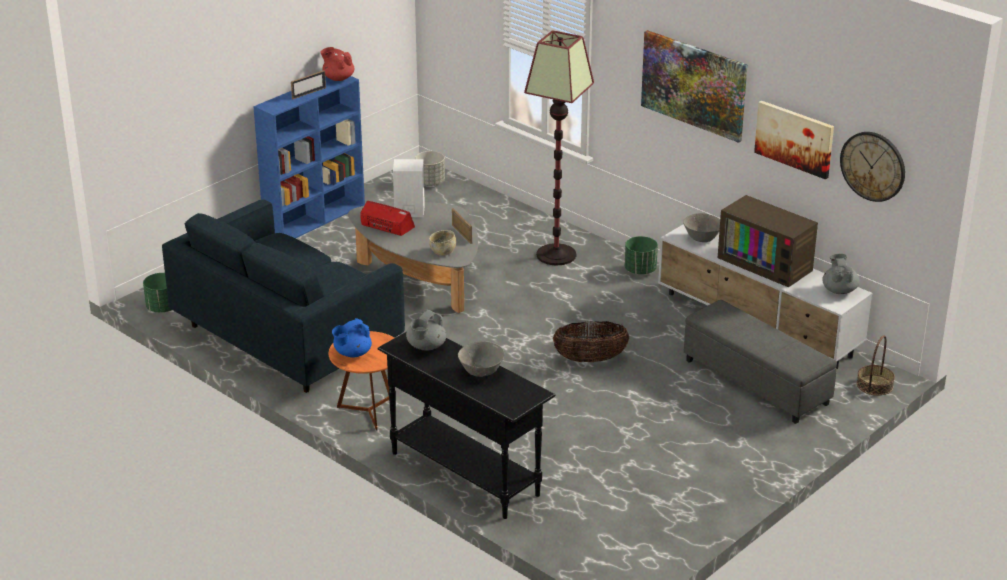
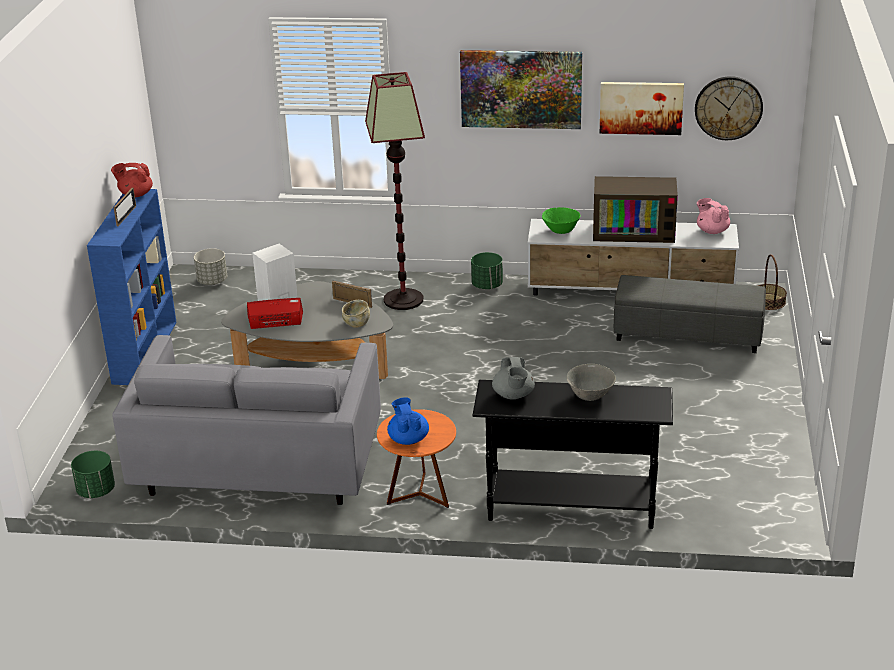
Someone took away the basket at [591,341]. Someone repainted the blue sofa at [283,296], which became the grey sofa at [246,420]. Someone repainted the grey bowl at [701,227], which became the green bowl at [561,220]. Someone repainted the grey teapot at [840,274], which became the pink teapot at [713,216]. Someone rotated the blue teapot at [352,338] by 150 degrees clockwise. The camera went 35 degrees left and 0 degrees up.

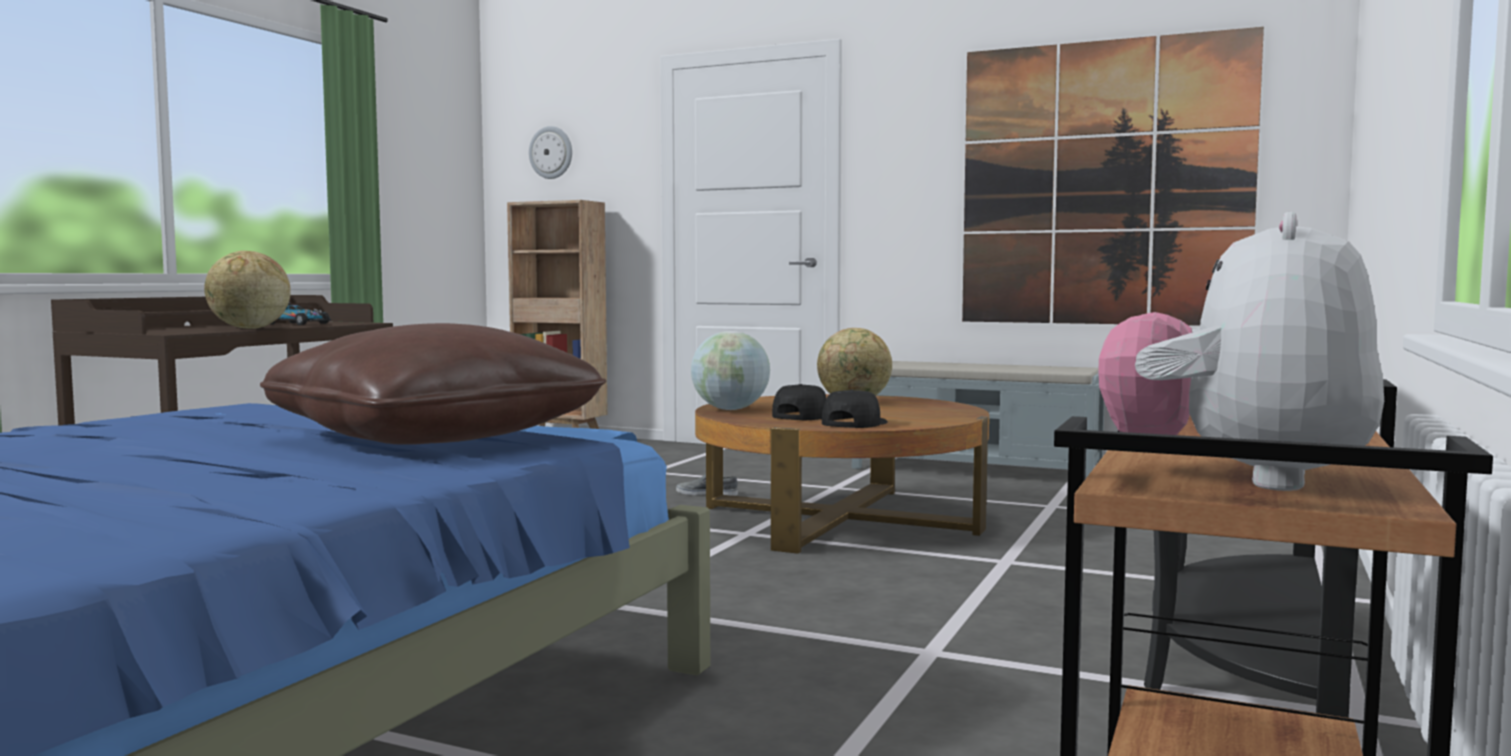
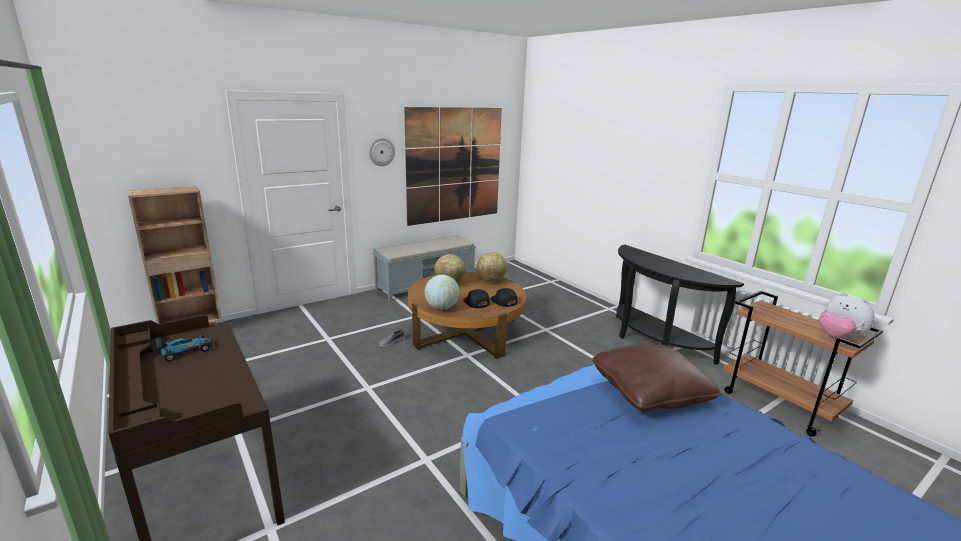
Someone carried the globe from [247,290] to [492,267]. Someone carried the wall clock from [550,152] to [382,152]. The camera went 60 degrees left and 15 degrees up.

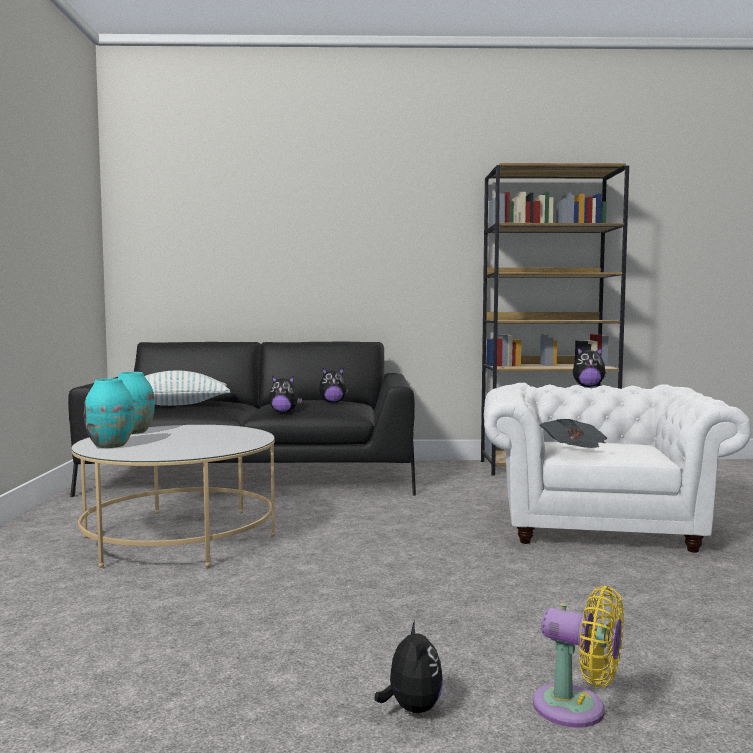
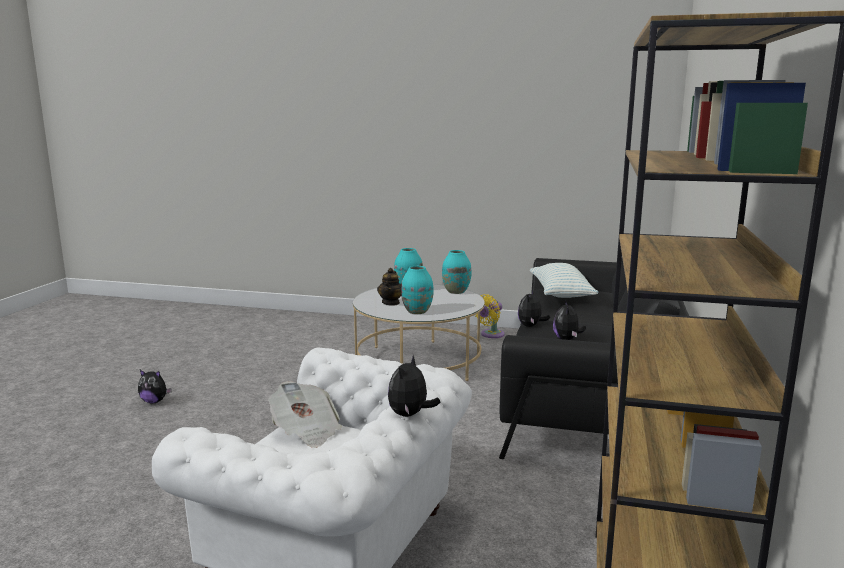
Someone put down the teapot at [389,286]. Someone put down the turquoise vase at [417,290]. Someone carried the yellow fan from [578,657] to [490,316]. The camera went 105 degrees right and 10 degrees up.

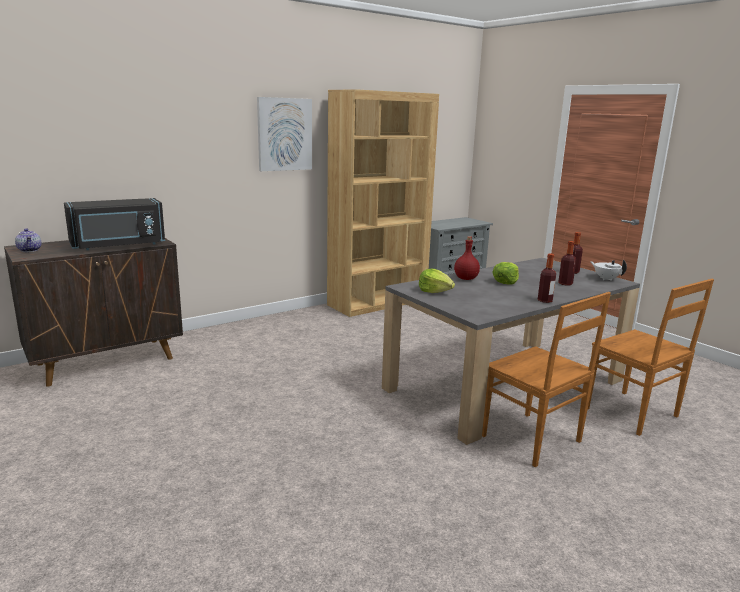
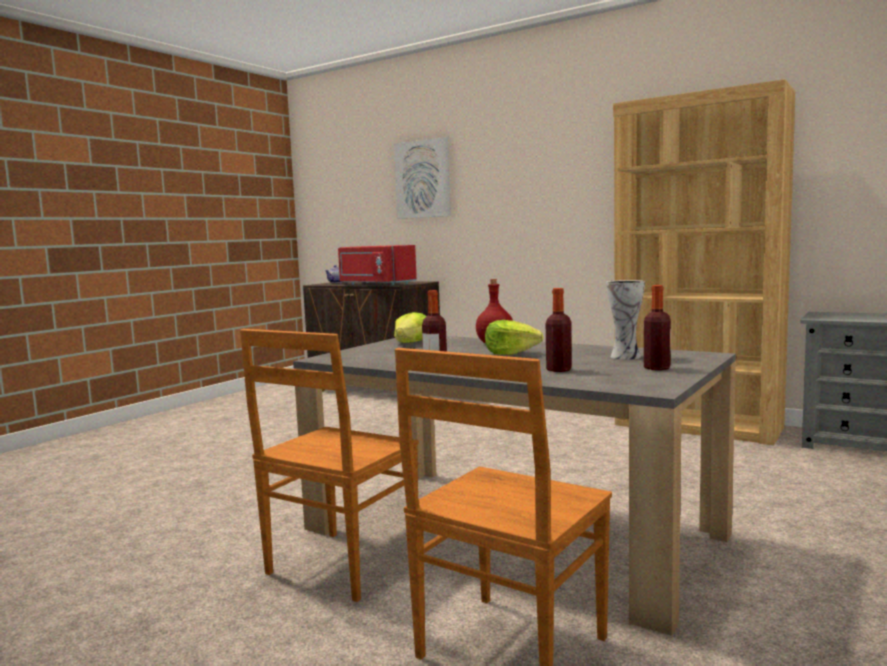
Someone took away the white teapot at [608,270]. Someone put down the vase at [625,320]. Someone carried the picture from [284,134] to [422,178]. Someone repainted the black microwave at [114,224], which became the red microwave at [377,265]. The camera went 70 degrees right and 10 degrees down.

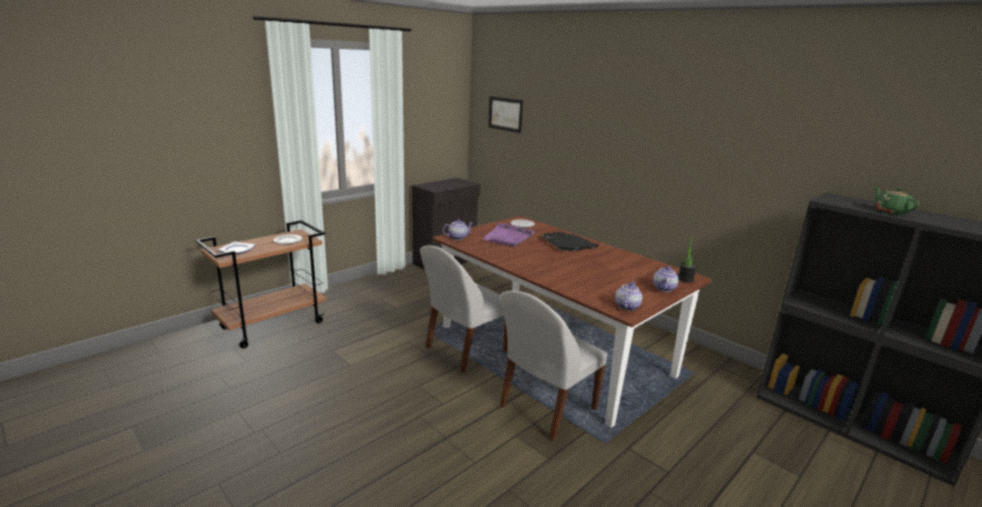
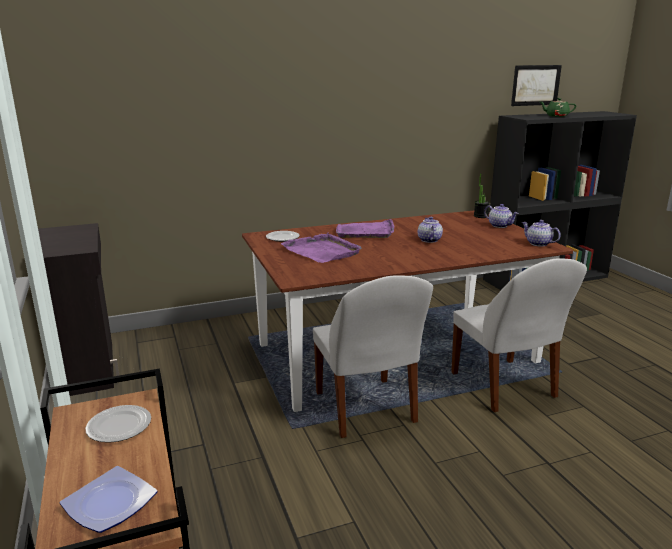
Someone carried the teapot from [458,229] to [430,230]. Someone carried the picture from [505,114] to [536,85]. Someone repainted the black tray at [571,241], which became the purple tray at [365,228]. The camera went 65 degrees left and 0 degrees up.

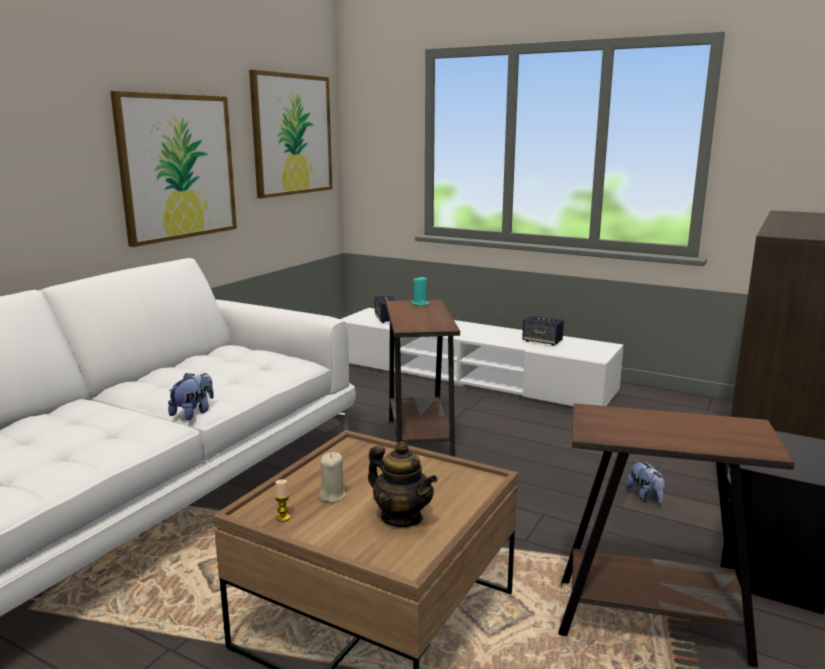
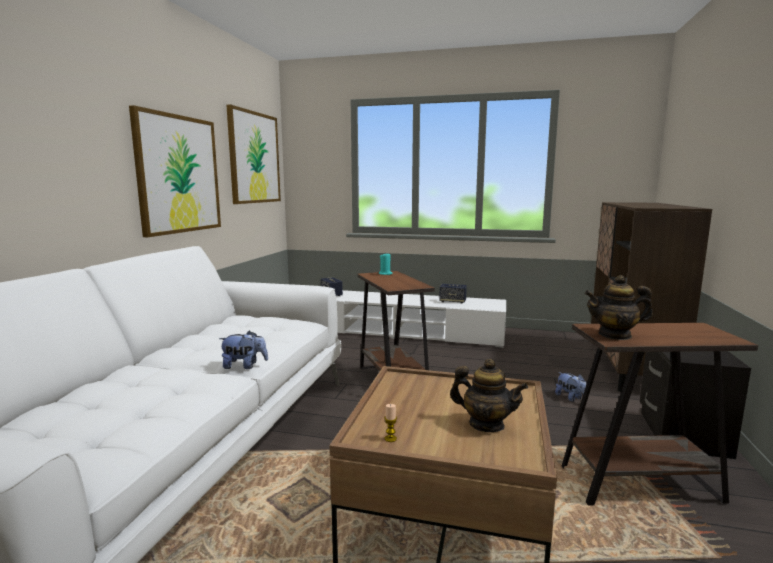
Someone took away the beige candle at [332,477]. Someone put down the teapot at [618,307]. Someone rotated the plush toy at [191,396] by 75 degrees clockwise. The camera went 15 degrees left and 5 degrees down.

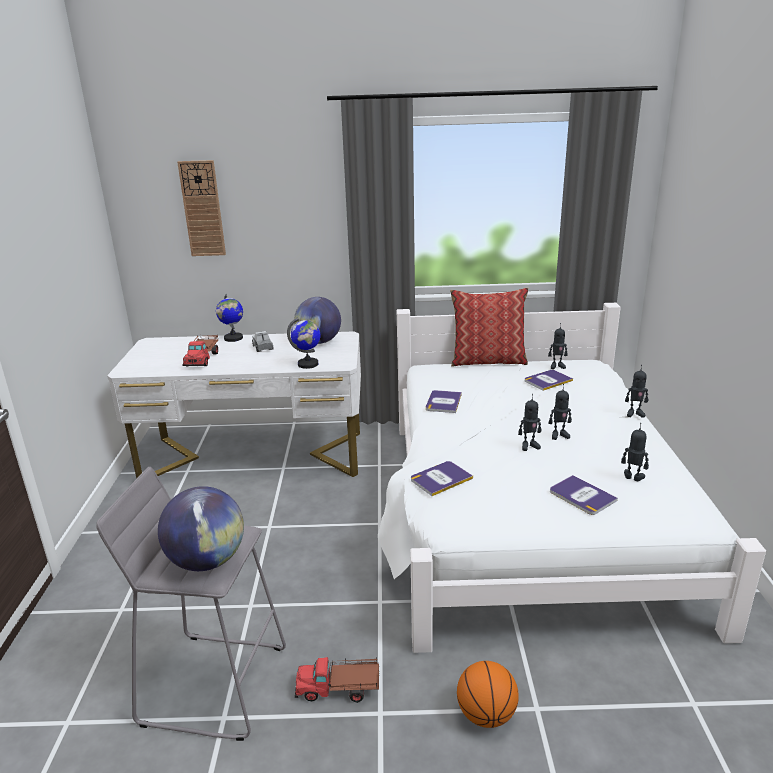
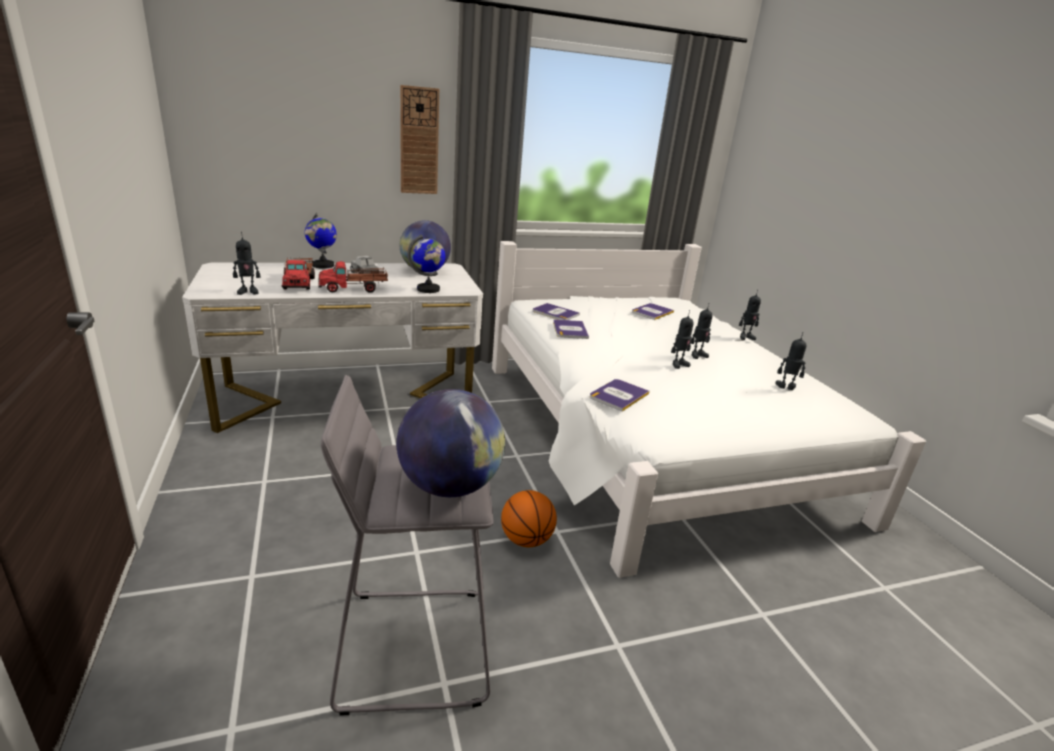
Someone took away the pillow at [489,326]. Someone carried the wall clock from [201,208] to [419,139]. Someone carried the toy truck from [337,680] to [353,277]. Someone carried the basketball from [488,694] to [529,518]. Someone carried the toy robot from [558,346] to [247,263]. Someone carried the book from [584,495] to [556,311]. The camera went 20 degrees left and 0 degrees up.

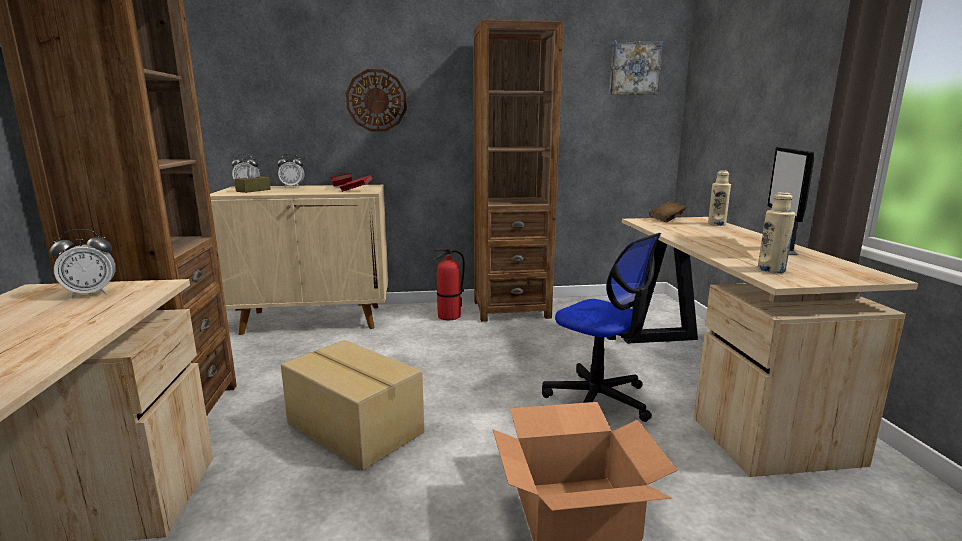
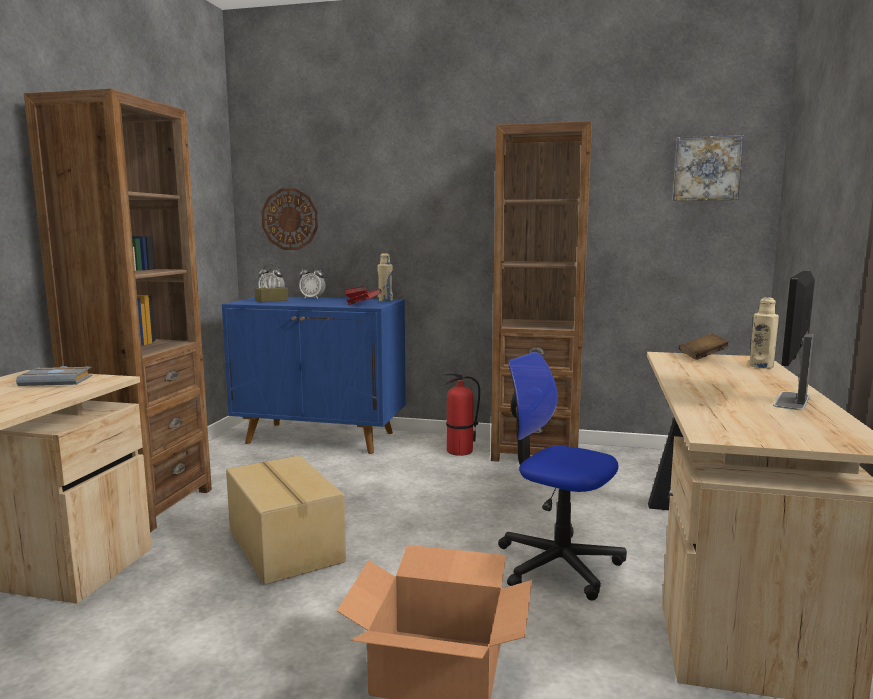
Someone carried the wall clock from [376,100] to [289,219]. Someone carried the beige bottle from [776,232] to [385,277]. Someone swapped the alarm clock at [83,263] for the grey book at [54,376]. Someone repainted the beige cabinet at [299,260], which became the blue cabinet at [314,375]. Someone rotated the office chair at [601,327] by 150 degrees clockwise. The camera went 20 degrees right and 5 degrees down.

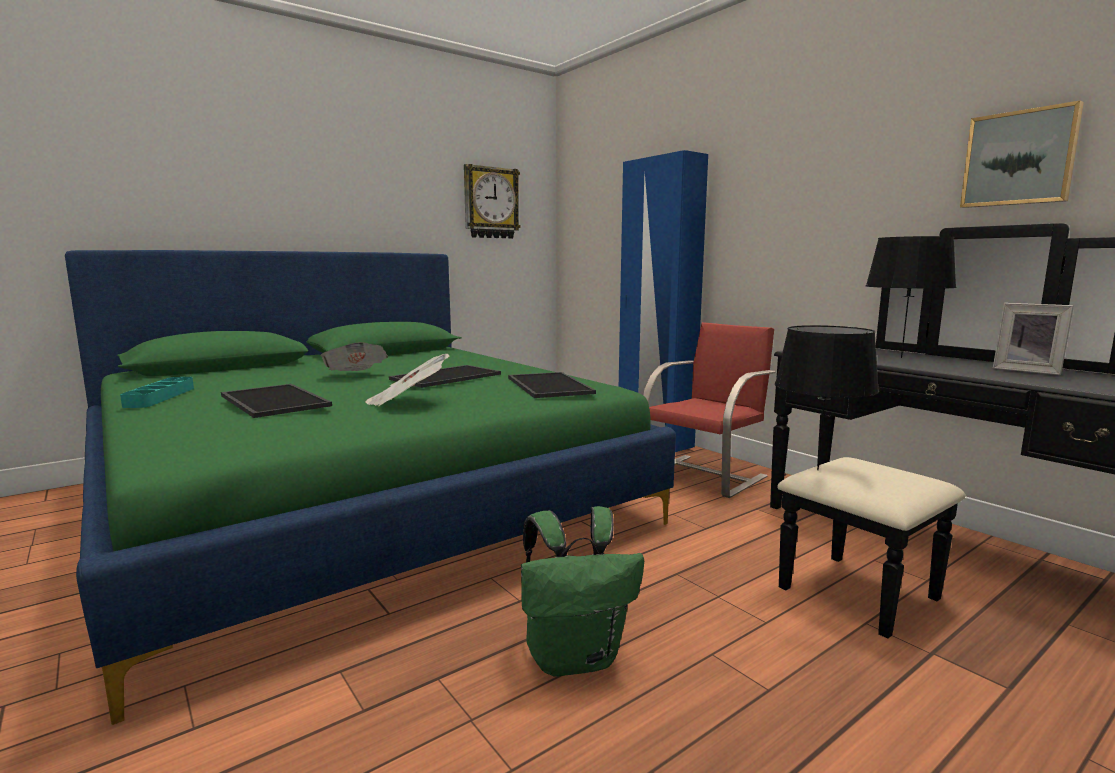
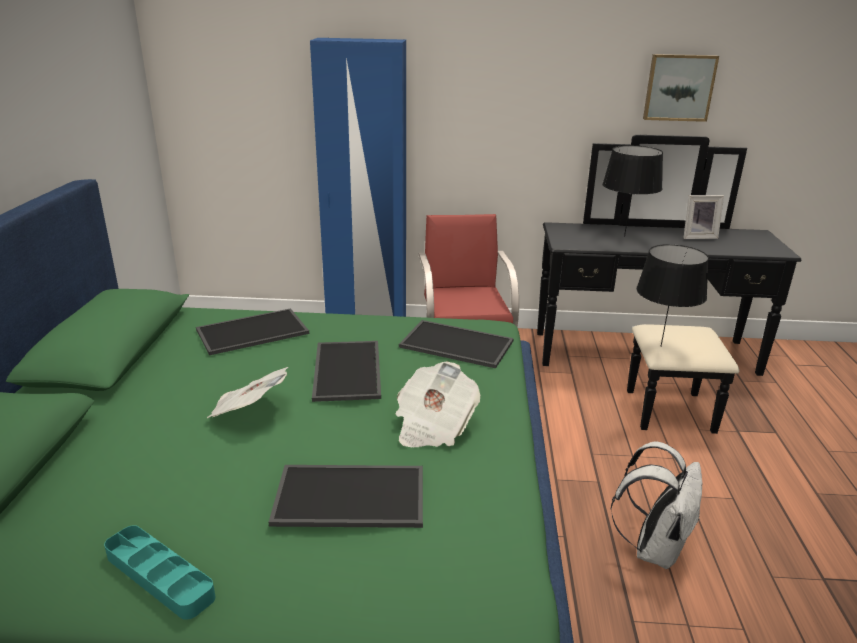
Someone took away the wall clock at [492,201]. Someone put down the tray at [252,331]. Someone repainted the green backpack at [582,591], which became the white backpack at [656,505]. The camera went 50 degrees left and 15 degrees up.

